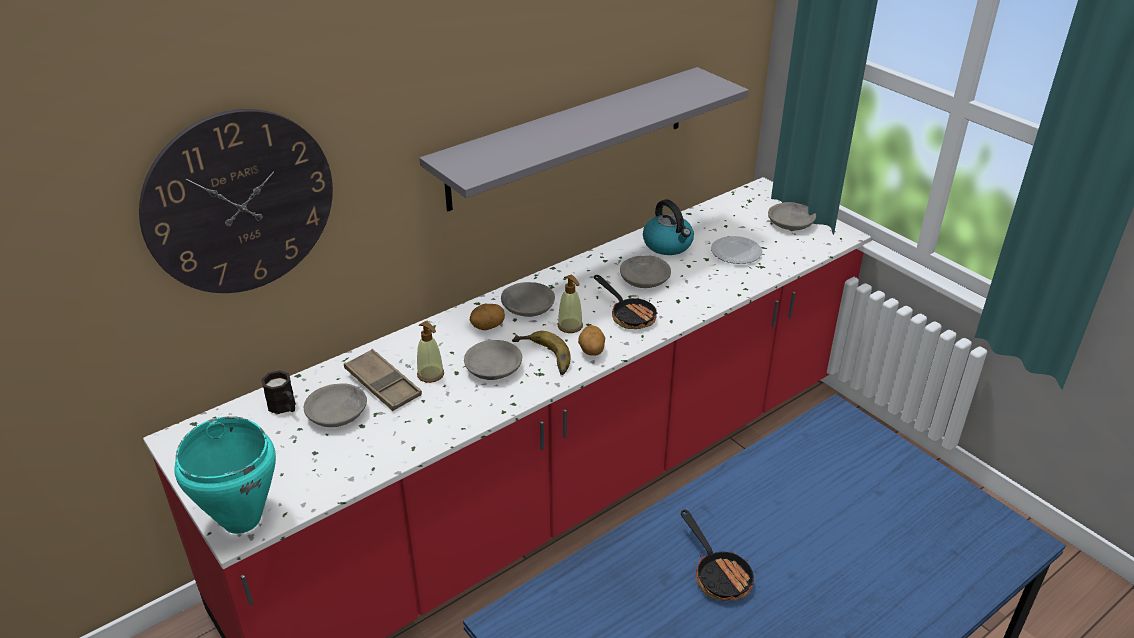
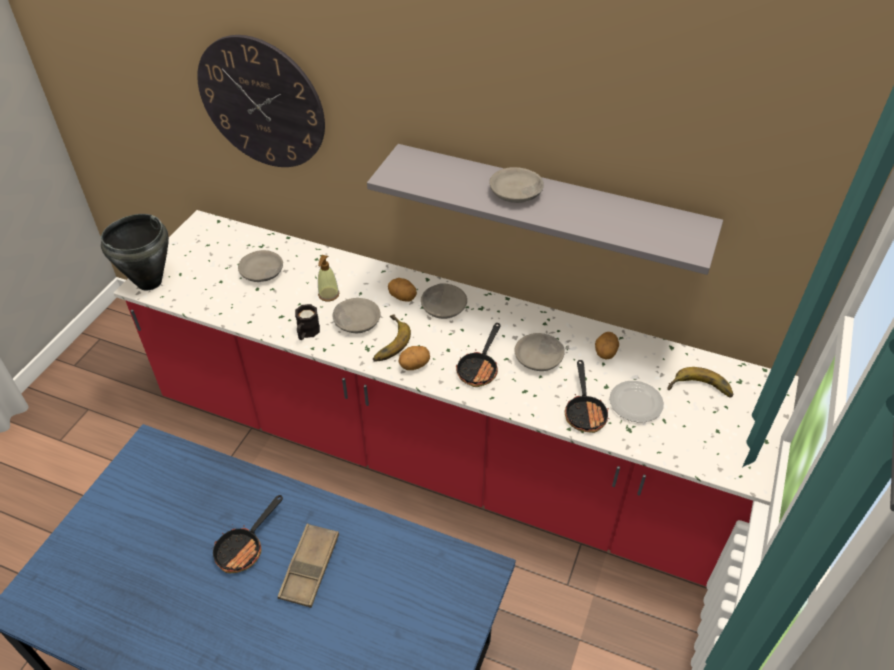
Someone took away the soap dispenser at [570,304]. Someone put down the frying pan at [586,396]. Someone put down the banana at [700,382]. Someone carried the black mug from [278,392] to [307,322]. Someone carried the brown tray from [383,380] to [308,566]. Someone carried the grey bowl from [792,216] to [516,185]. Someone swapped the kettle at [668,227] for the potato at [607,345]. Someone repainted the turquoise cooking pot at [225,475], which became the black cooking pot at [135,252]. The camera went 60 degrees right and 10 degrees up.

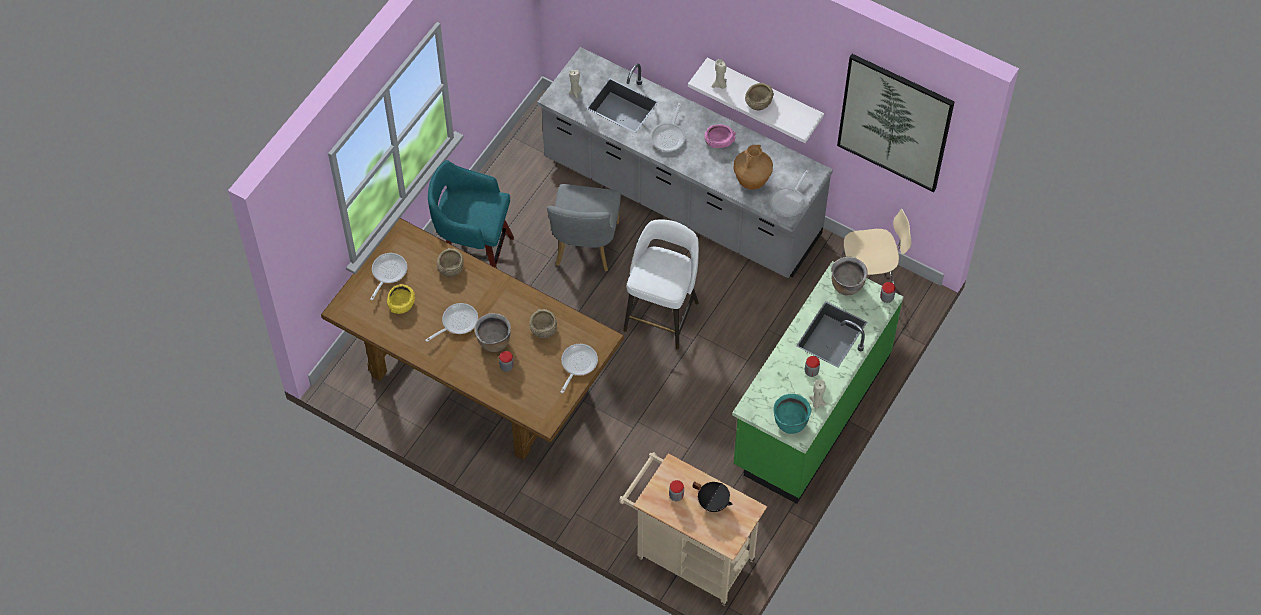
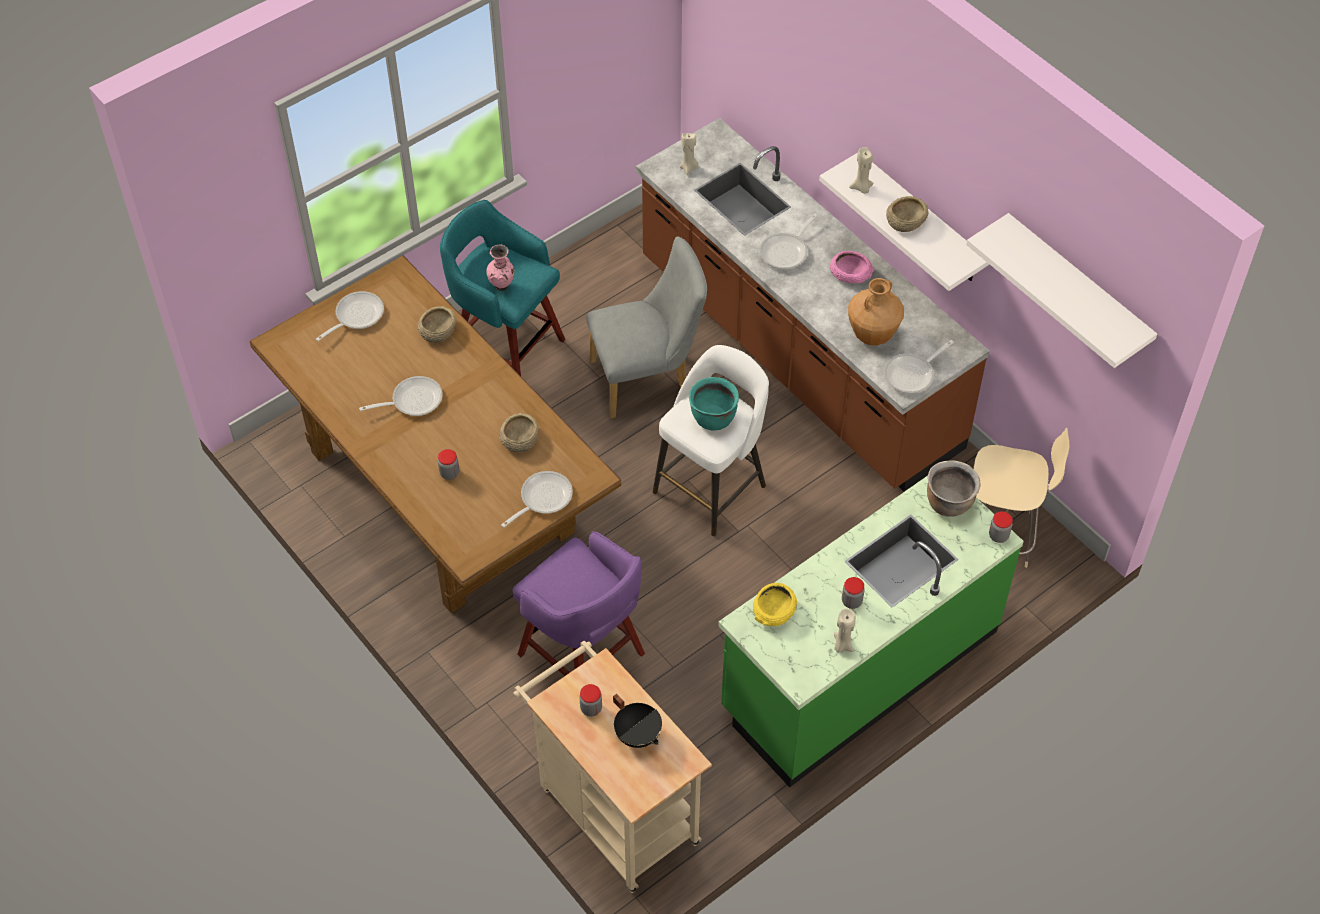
Someone took away the brown cooking pot at [492,332]. Someone put down the pink vase at [500,268]. Someone put down the purple stool at [579,603]. Someone carried the yellow bowl from [401,299] to [775,604]. Someone carried the turquoise cooking pot from [792,414] to [714,404]. Someone swapped the picture at [895,123] for the white shelf at [1061,290]. Someone repainted the grey counter at [685,162], which became the brown counter at [813,304]. Someone rotated the grey chair at [584,228] by 135 degrees counterclockwise. The camera went 20 degrees right and 5 degrees down.

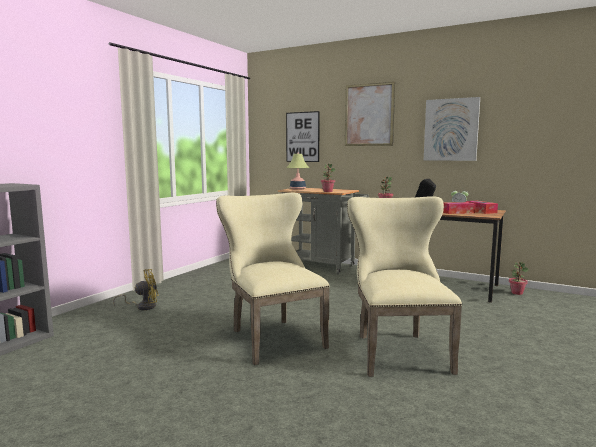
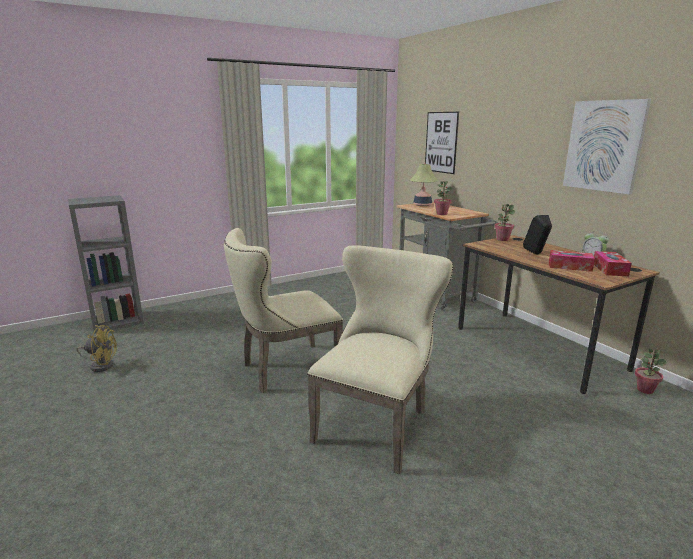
Someone took away the picture at [370,114]. Someone carried the yellow fan from [136,289] to [96,348]. Someone rotated the beige chair at [273,279] by 120 degrees counterclockwise. The camera went 30 degrees right and 10 degrees up.

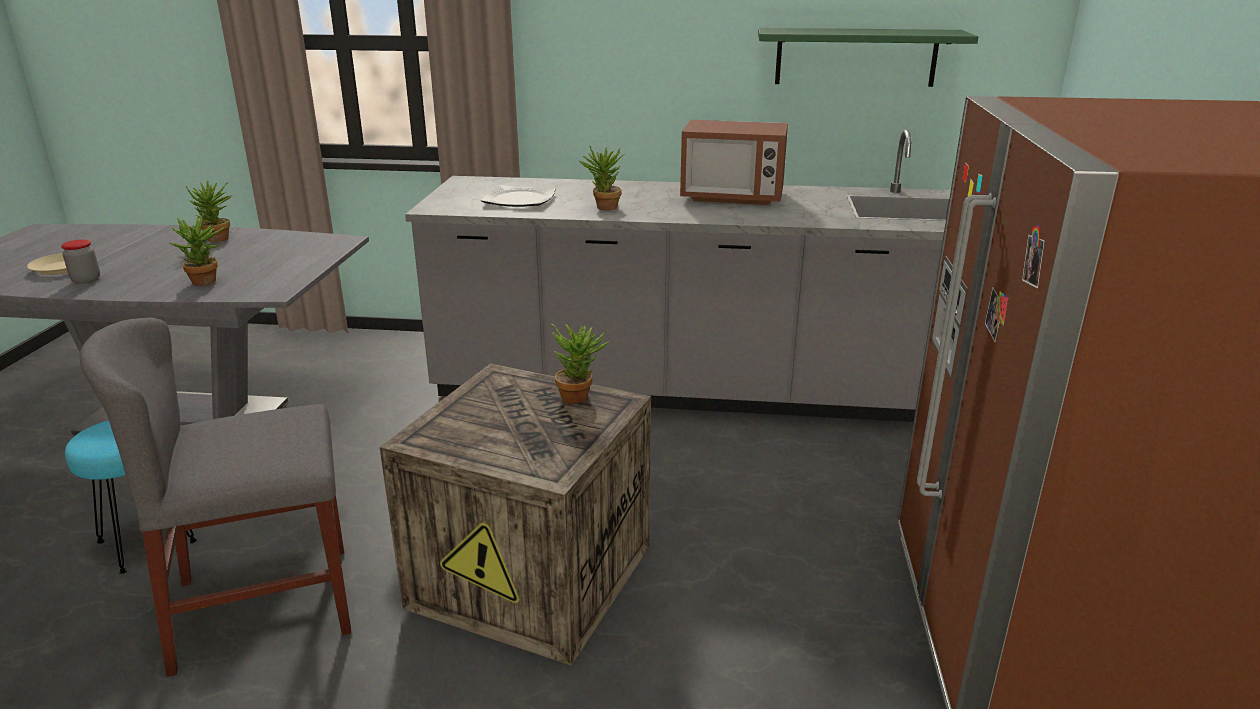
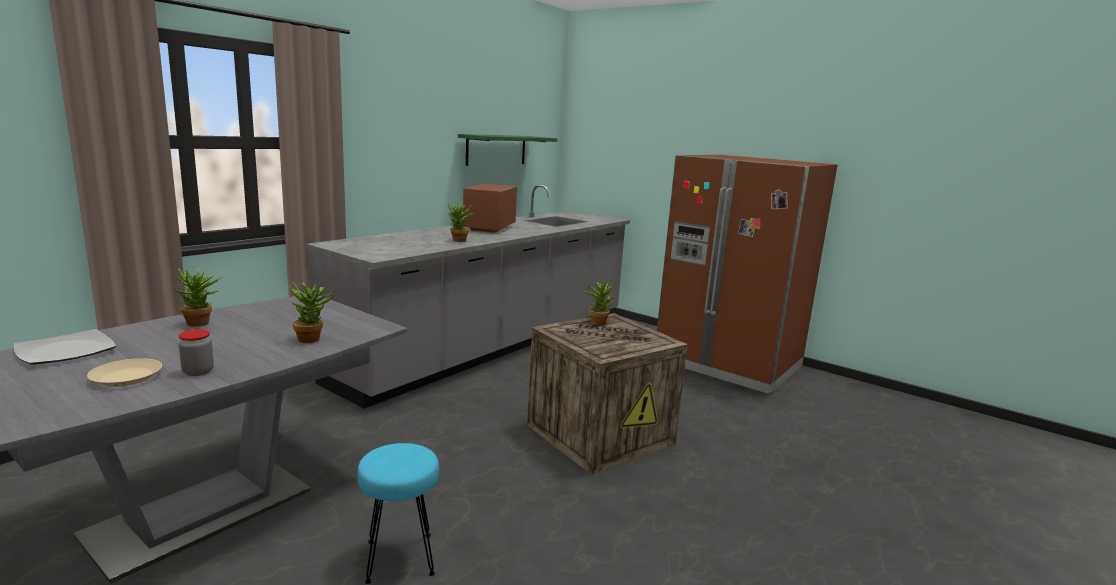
Someone took away the grey chair at [215,497]. Someone carried the plate from [518,196] to [64,347]. Someone rotated the microwave at [734,162] by 150 degrees clockwise. The camera went 60 degrees left and 10 degrees down.

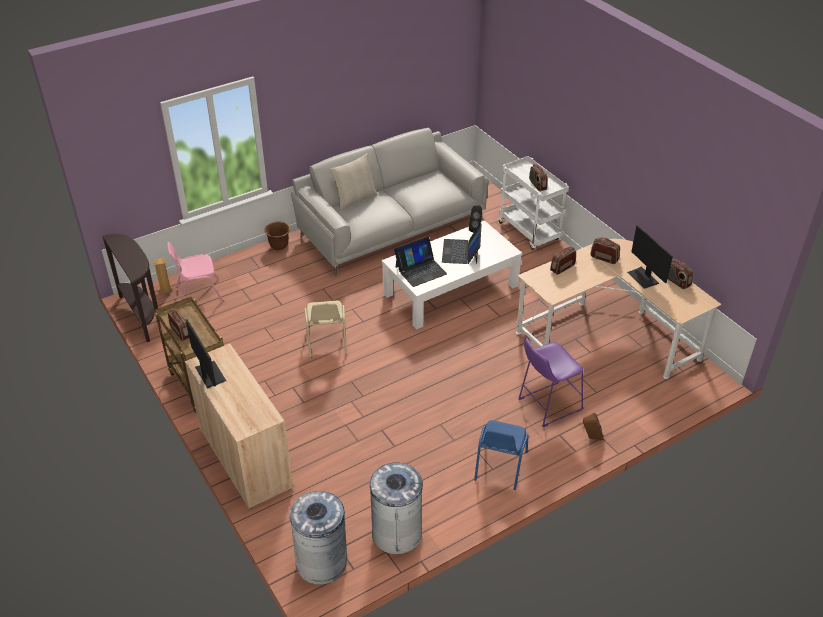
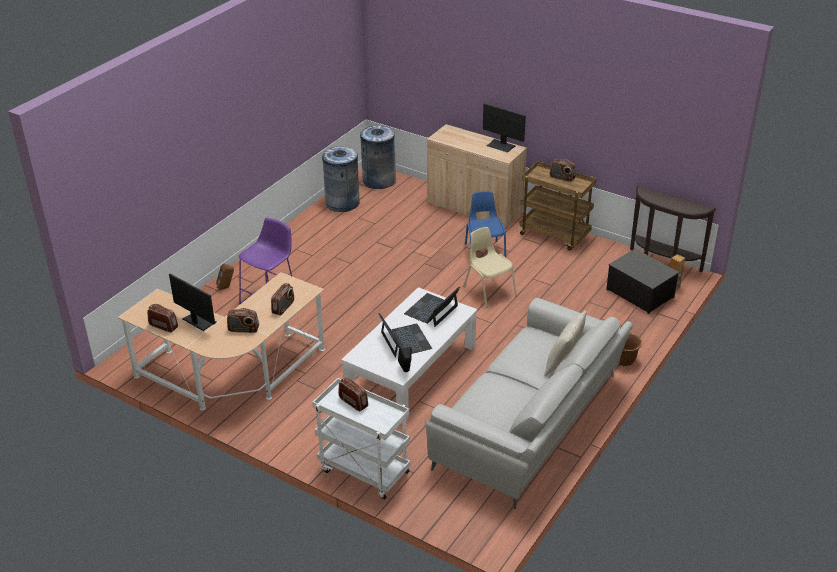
Someone carried the blue chair from [501,455] to [485,224]. Someone swapped the pink chair at [195,272] for the storage box at [642,281]. The camera went 155 degrees right and 5 degrees down.

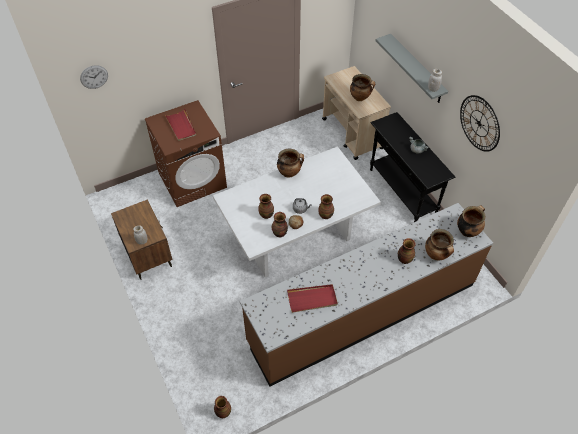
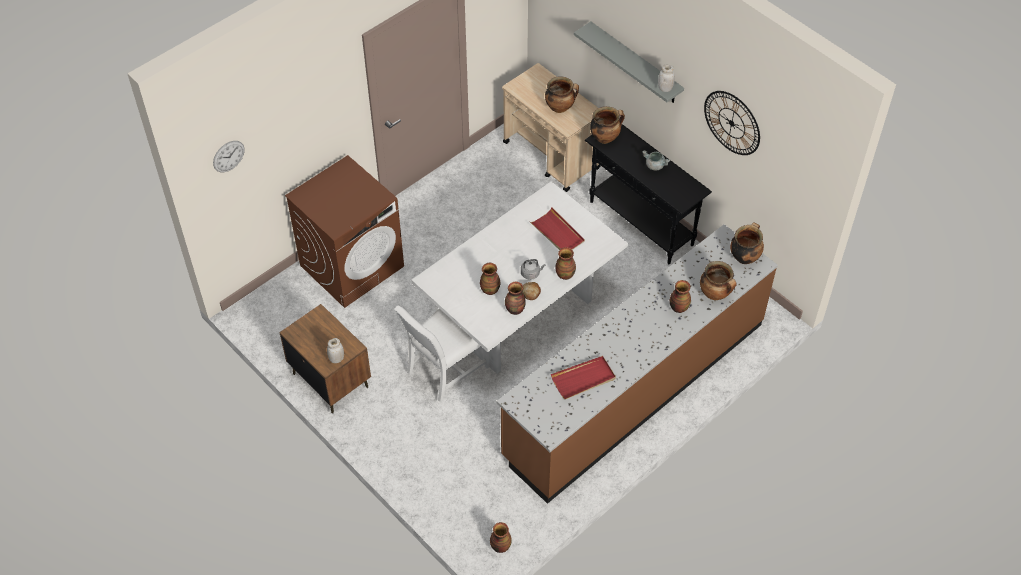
Someone put down the white chair at [441,354]. Someone carried the red tray from [180,125] to [557,229]. Someone carried the cooking pot from [290,163] to [607,125]. The camera went 15 degrees left and 0 degrees up.

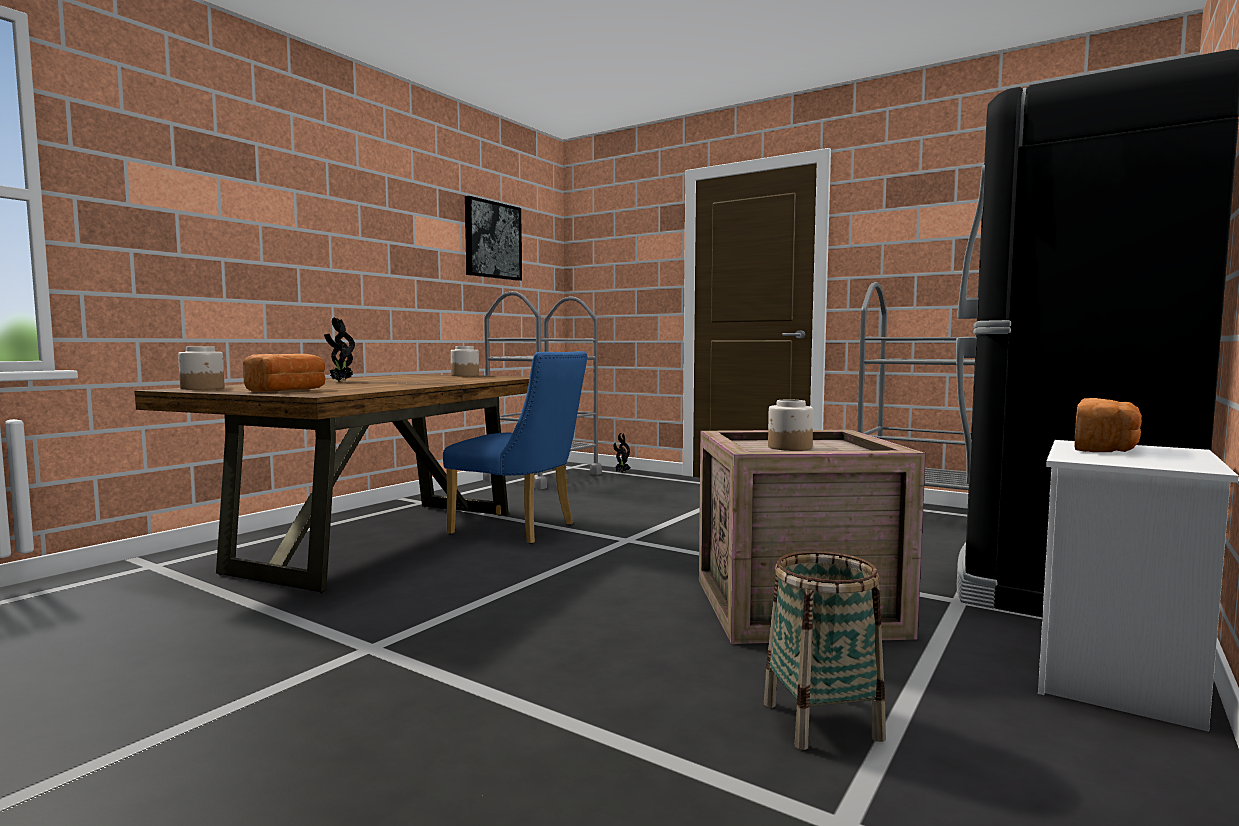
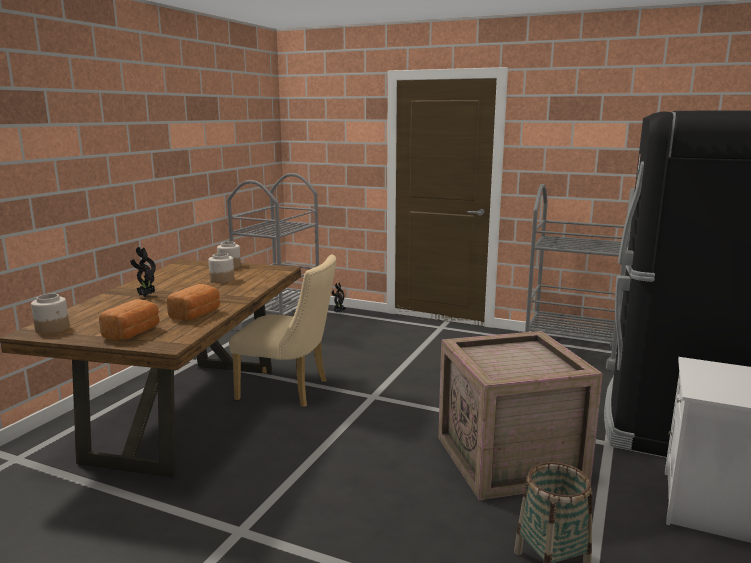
Someone took away the picture at [493,238]. Someone carried the jar from [790,425] to [221,268]. Someone carried the bread from [1108,425] to [193,302]. Someone repainted the blue chair at [515,447], which became the beige chair at [282,331]. The camera went 10 degrees left and 10 degrees up.

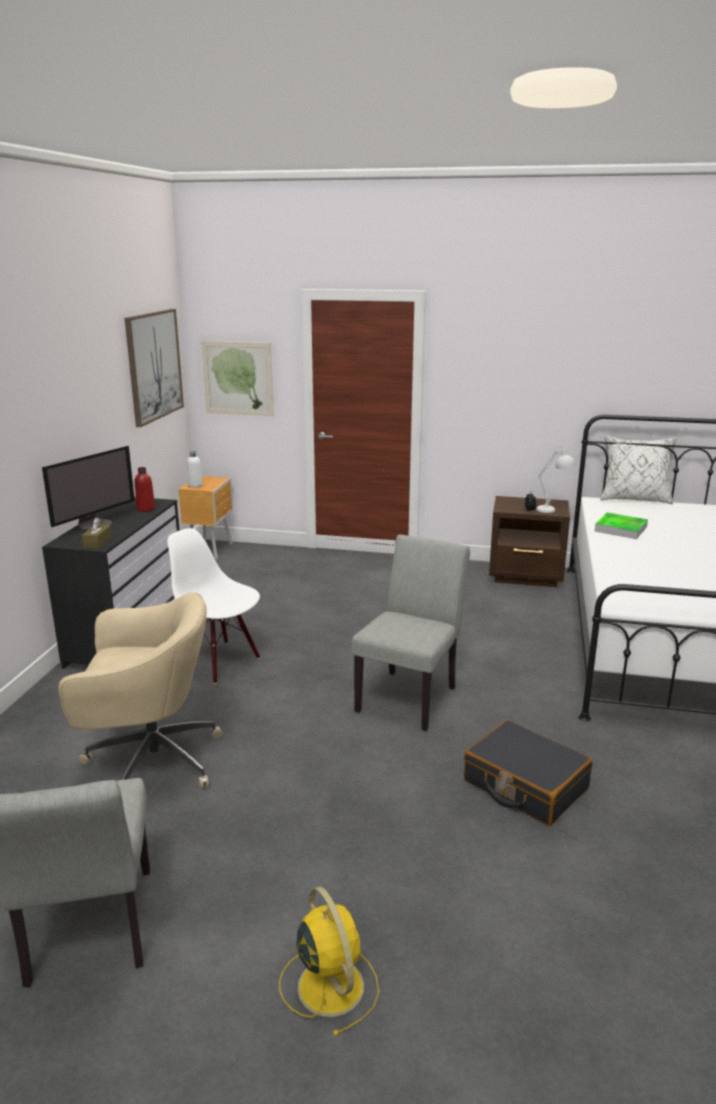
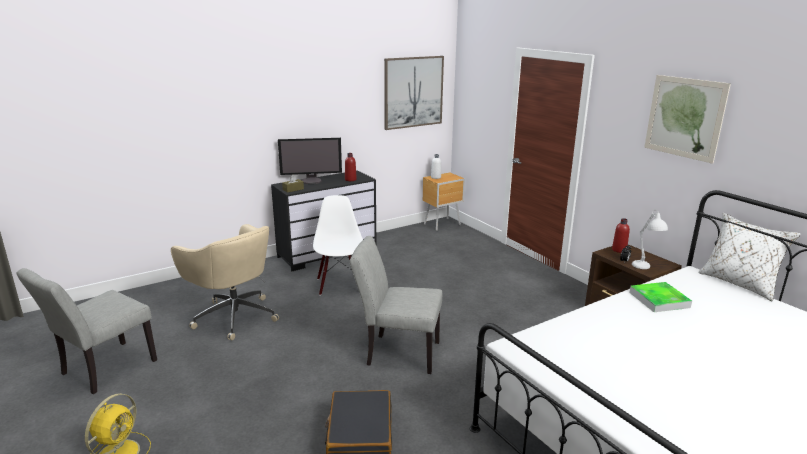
Someone put down the red bottle at [621,235]. Someone carried the picture from [237,378] to [687,119]. Someone rotated the grey chair at [411,633] by 150 degrees counterclockwise. The camera went 45 degrees right and 0 degrees up.

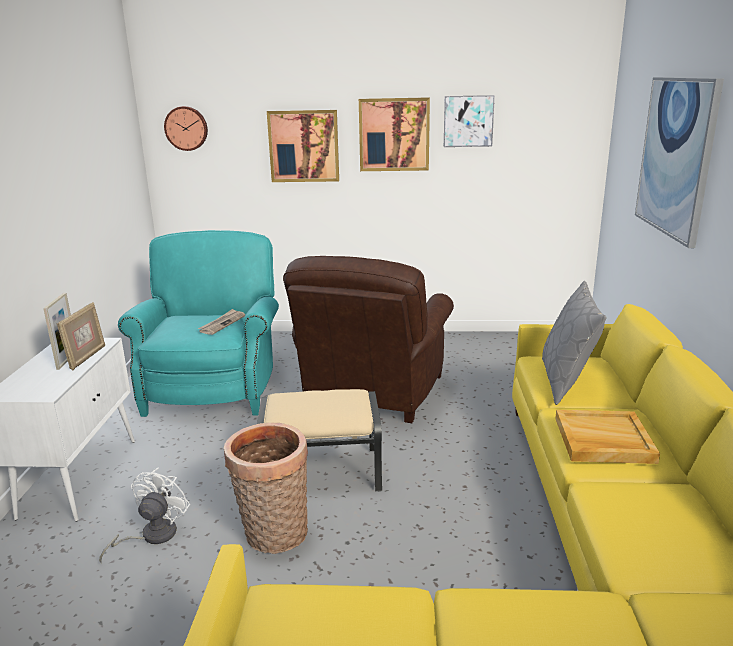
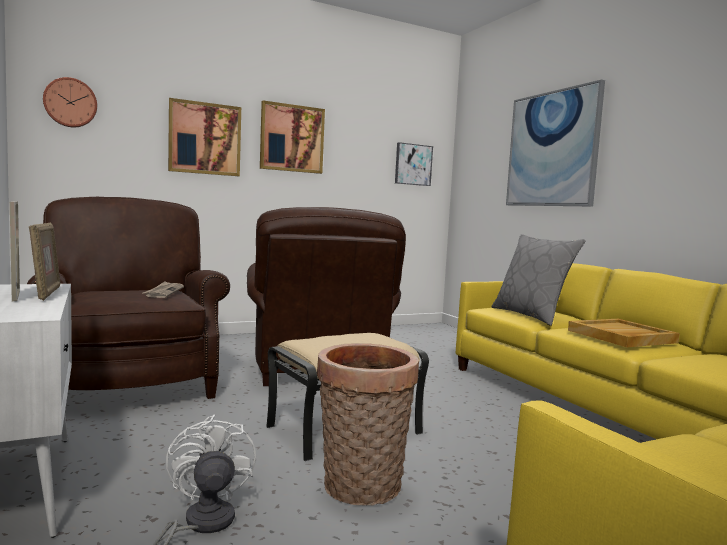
Someone carried the picture from [469,121] to [414,164]. Someone repainted the turquoise armchair at [198,323], which became the brown armchair at [128,298]. The camera went 30 degrees left and 15 degrees down.

